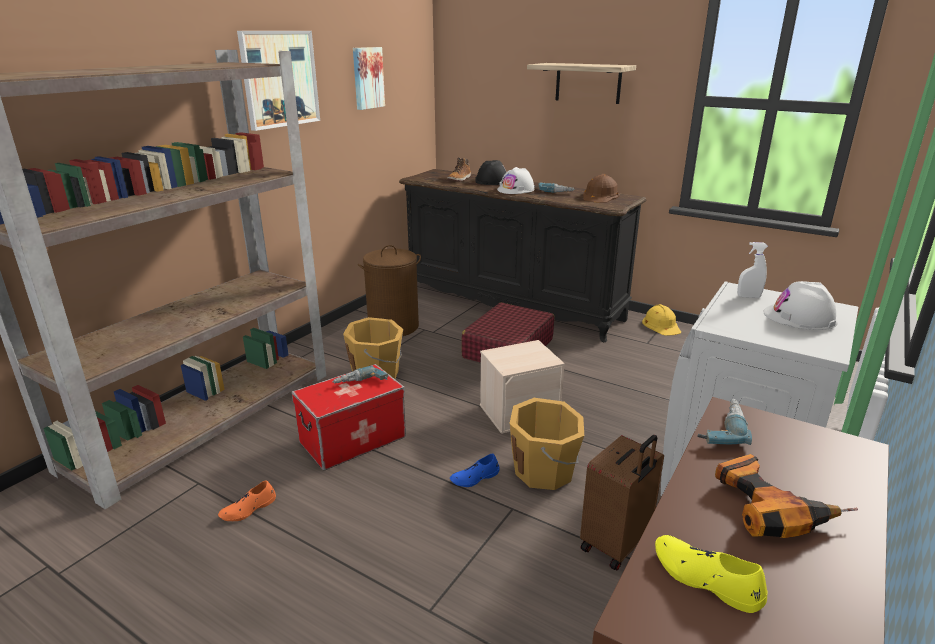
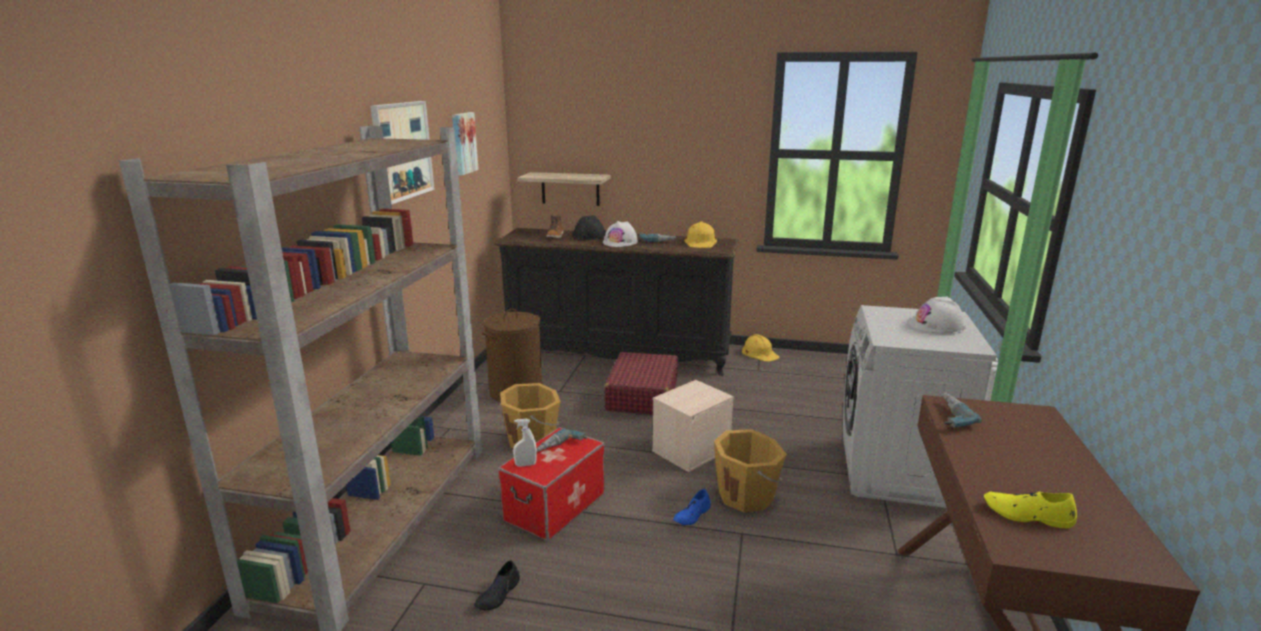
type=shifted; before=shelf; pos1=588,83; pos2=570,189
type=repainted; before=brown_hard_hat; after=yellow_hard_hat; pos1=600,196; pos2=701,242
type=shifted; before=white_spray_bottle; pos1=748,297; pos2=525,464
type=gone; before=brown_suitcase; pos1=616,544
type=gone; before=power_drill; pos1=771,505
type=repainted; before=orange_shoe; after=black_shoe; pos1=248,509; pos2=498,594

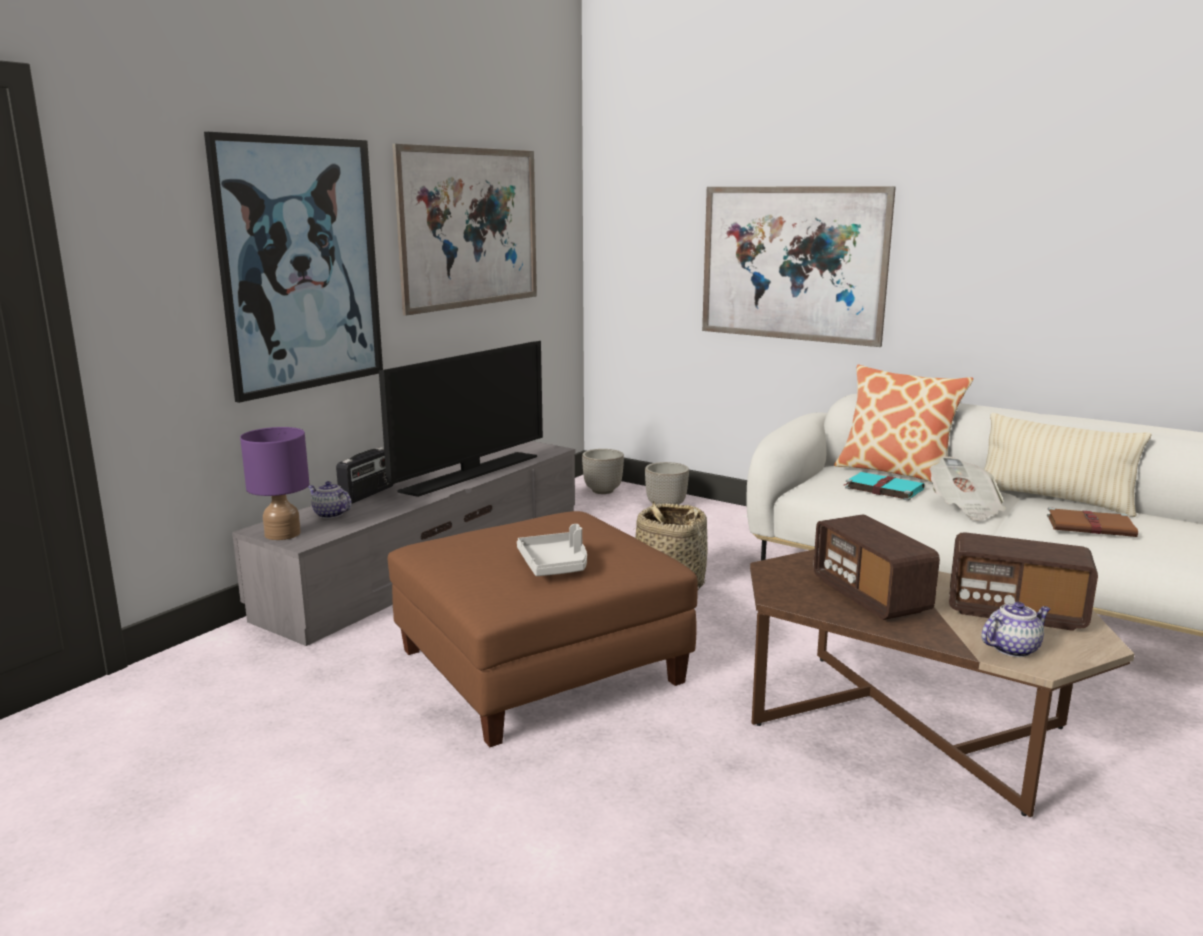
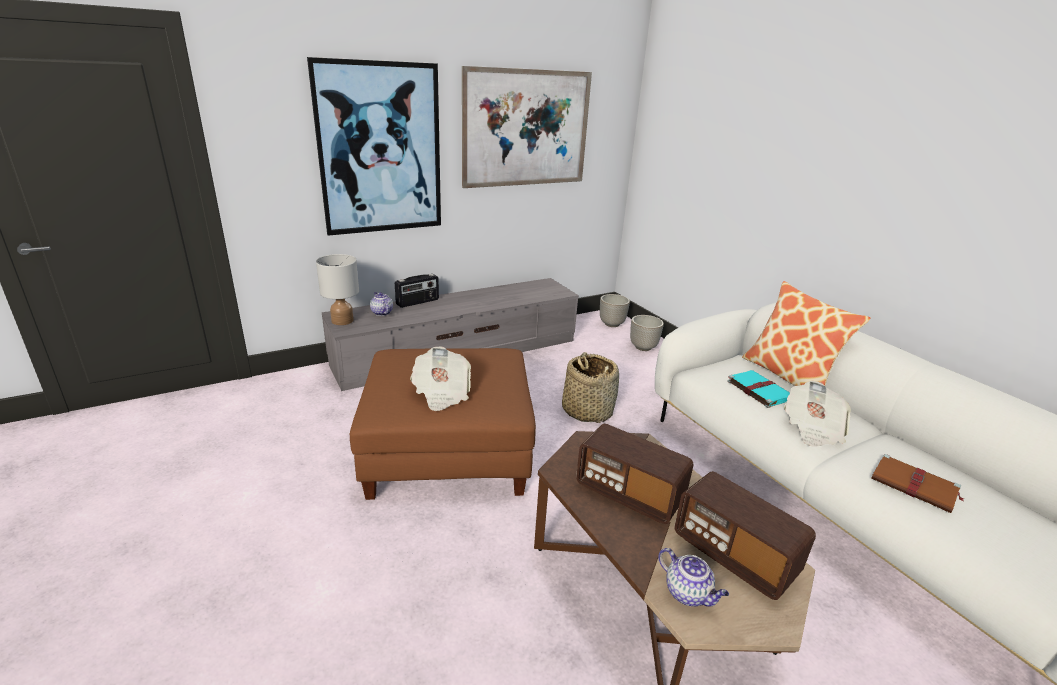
type=gone; before=picture; pos1=792,264
type=gone; before=television; pos1=470,474
type=gone; before=beige_pillow; pos1=1054,500
type=repainted; before=purple_table_lamp; after=grey_table_lamp; pos1=282,534; pos2=342,320
type=rotated; before=radio; pos1=870,596; pos2=629,493; turn=-60
type=swapped; before=grey_tray; after=newspaper; pos1=555,565; pos2=441,393
type=rotated; before=teapot; pos1=1012,648; pos2=688,593; turn=45

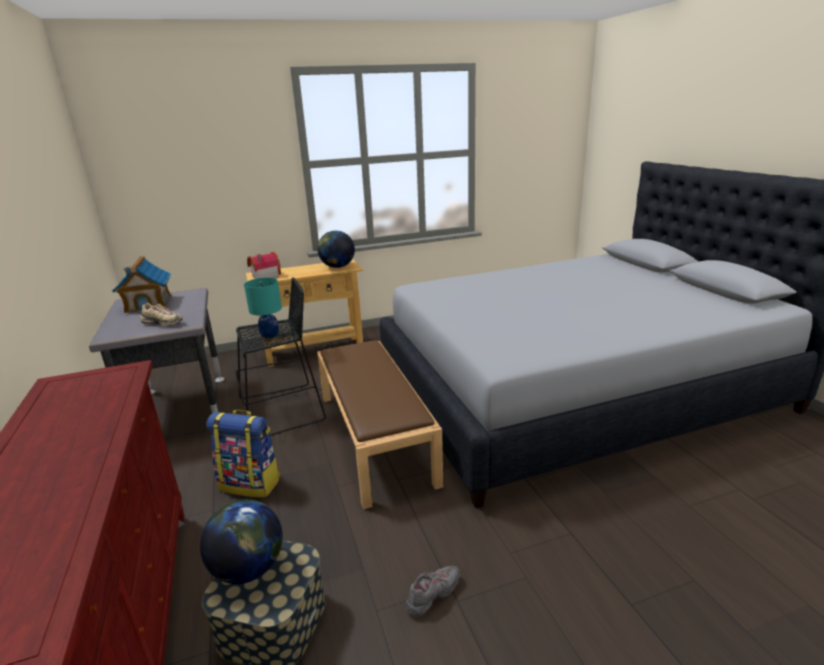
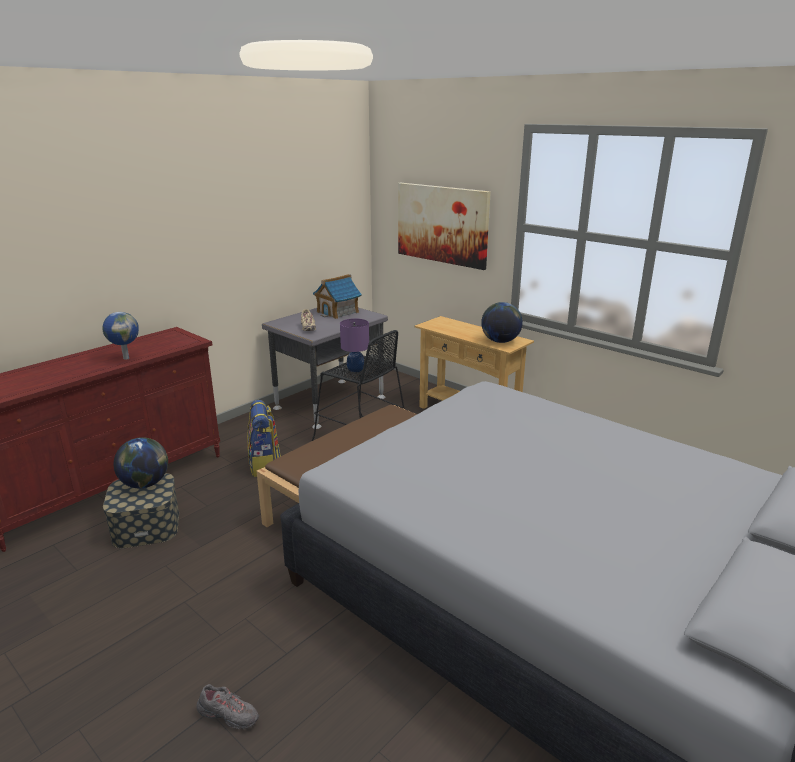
type=gone; before=toy_house; pos1=264,276
type=repainted; before=turquoise_table_lamp; after=purple_table_lamp; pos1=269,335; pos2=356,370
type=shifted; before=grey_shoe; pos1=433,595; pos2=228,715
type=new; after=picture; pos2=442,224
type=new; after=globe; pos2=126,358

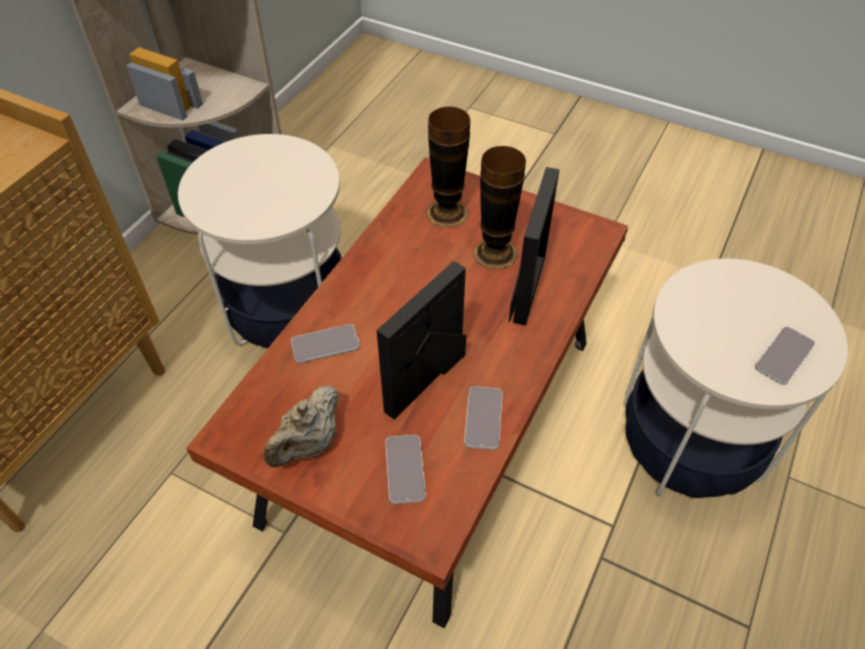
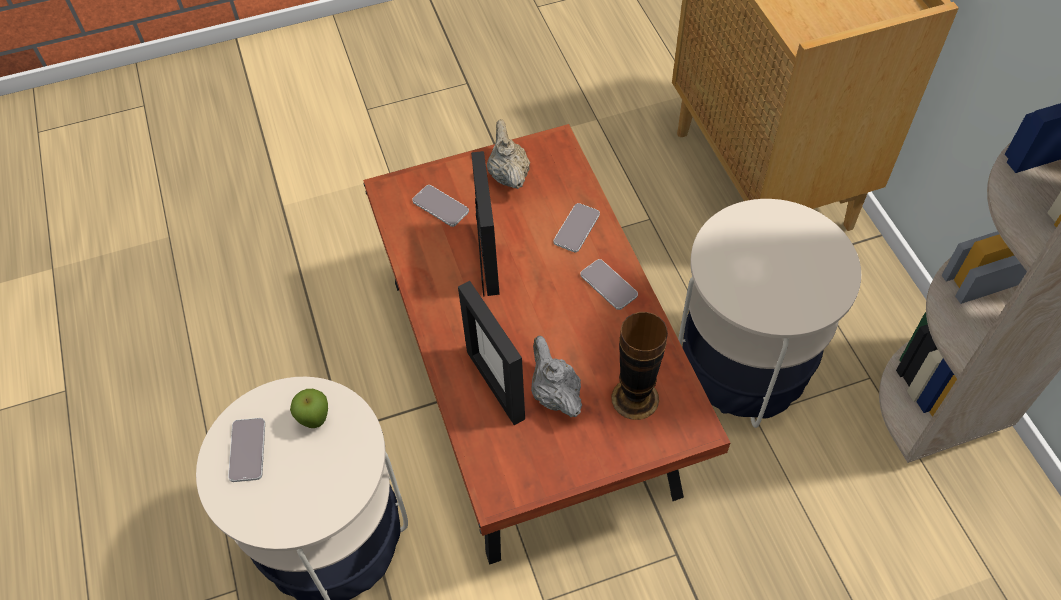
type=swapped; before=vase; after=grey_teapot; pos1=495,253; pos2=554,393
type=shifted; before=phone; pos1=483,418; pos2=608,285
type=new; after=apple; pos2=315,421

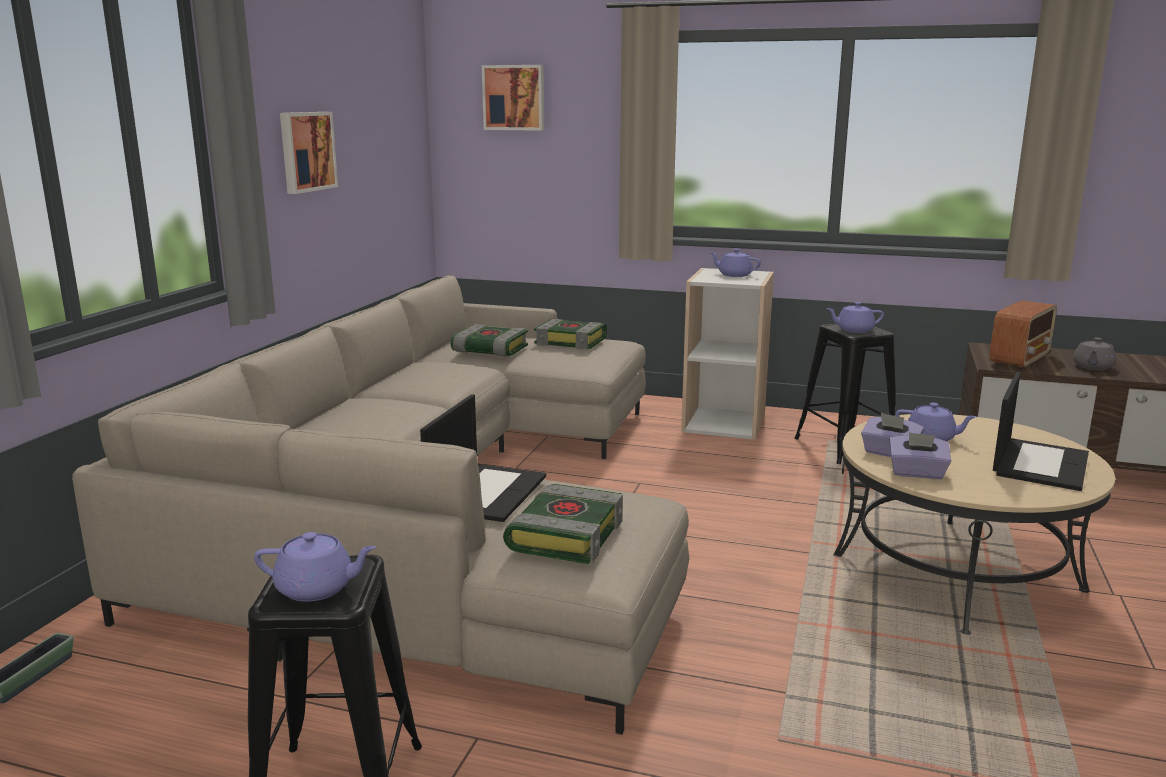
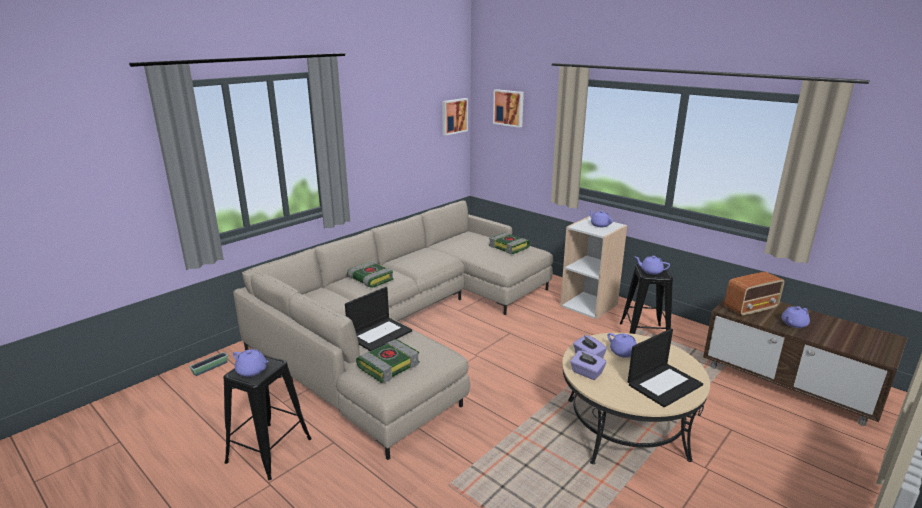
type=shifted; before=picture; pos1=306,151; pos2=453,116
type=shifted; before=book; pos1=489,350; pos2=369,279
type=repainted; before=grey_teapot; after=purple_teapot; pos1=1092,367; pos2=793,324

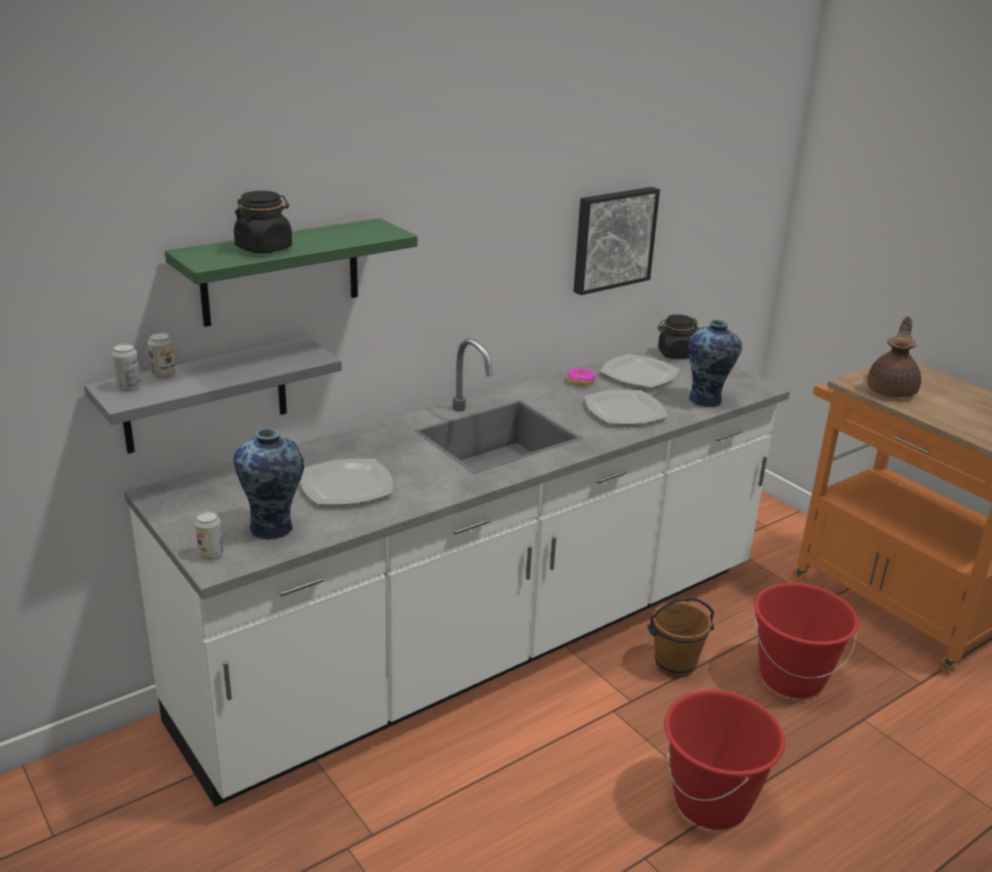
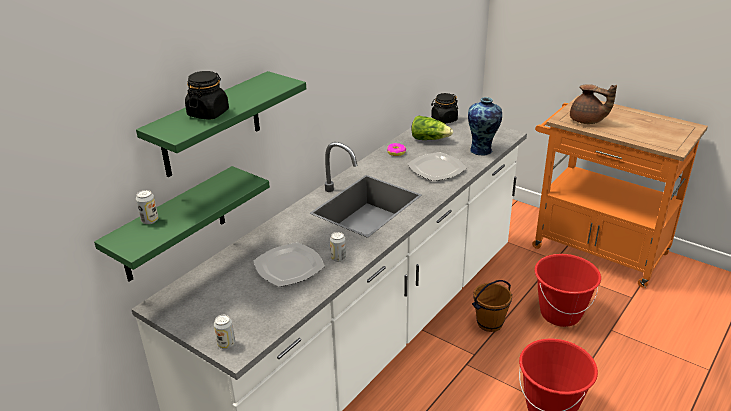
type=gone; before=picture; pos1=612,239
type=rotated; before=brown_teapot; pos1=892,391; pos2=587,121; turn=120
type=repainted; before=grey_shelf; after=green_shelf; pos1=206,396; pos2=173,225
type=shifted; before=can; pos1=129,387; pos2=338,258
type=swapped; before=plate; after=lettuce; pos1=638,374; pos2=429,139
type=gone; before=vase; pos1=273,529

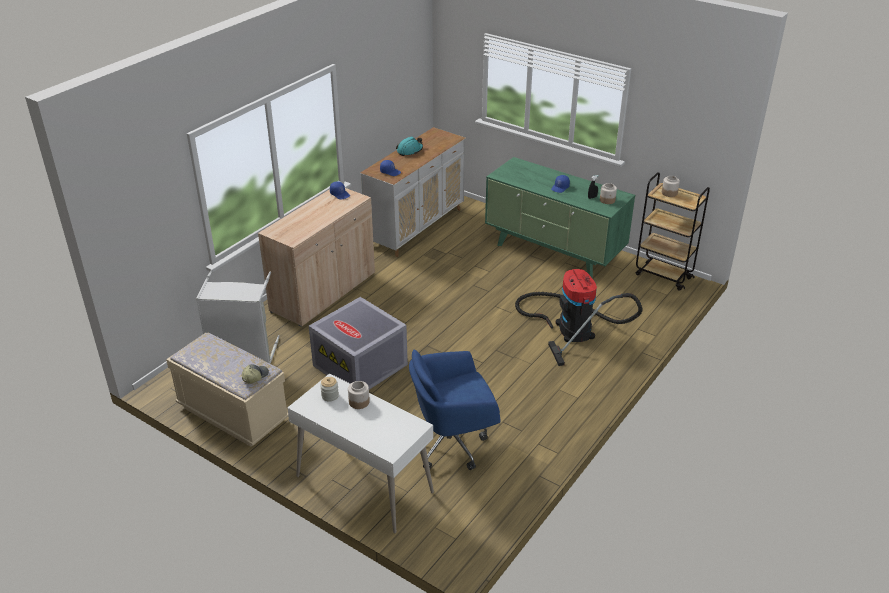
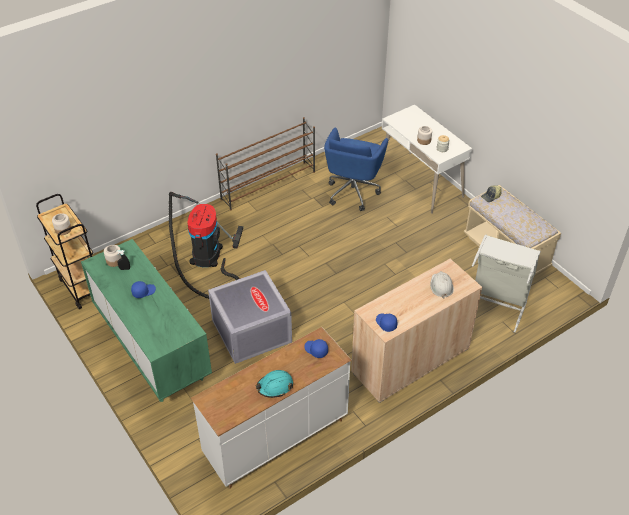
type=shifted; before=grey_storage_box; pos1=361,365; pos2=250,330
type=rotated; before=blue_office_chair; pos1=453,445; pos2=353,191; turn=105
type=new; after=brown_shoe_rack; pos2=269,185
type=new; after=white_hard_hat; pos2=441,286

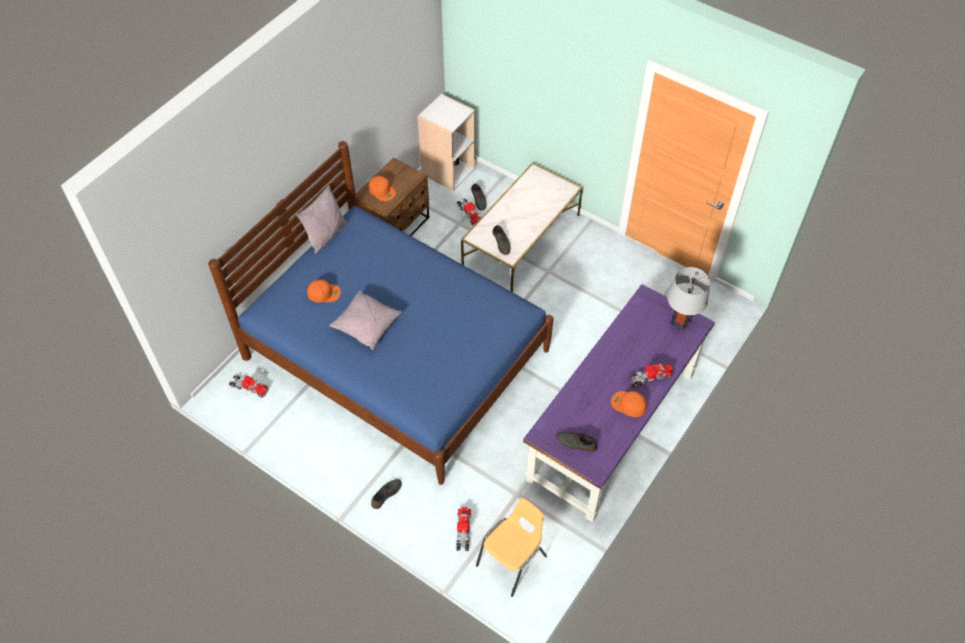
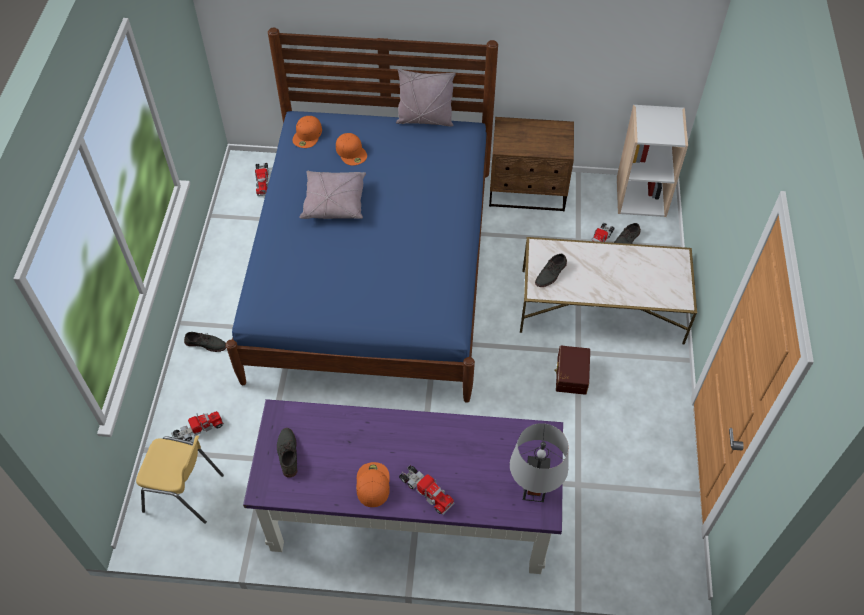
type=shifted; before=orange_cap; pos1=382,190; pos2=307,135
type=new; after=brown_storage_box; pos2=570,374

